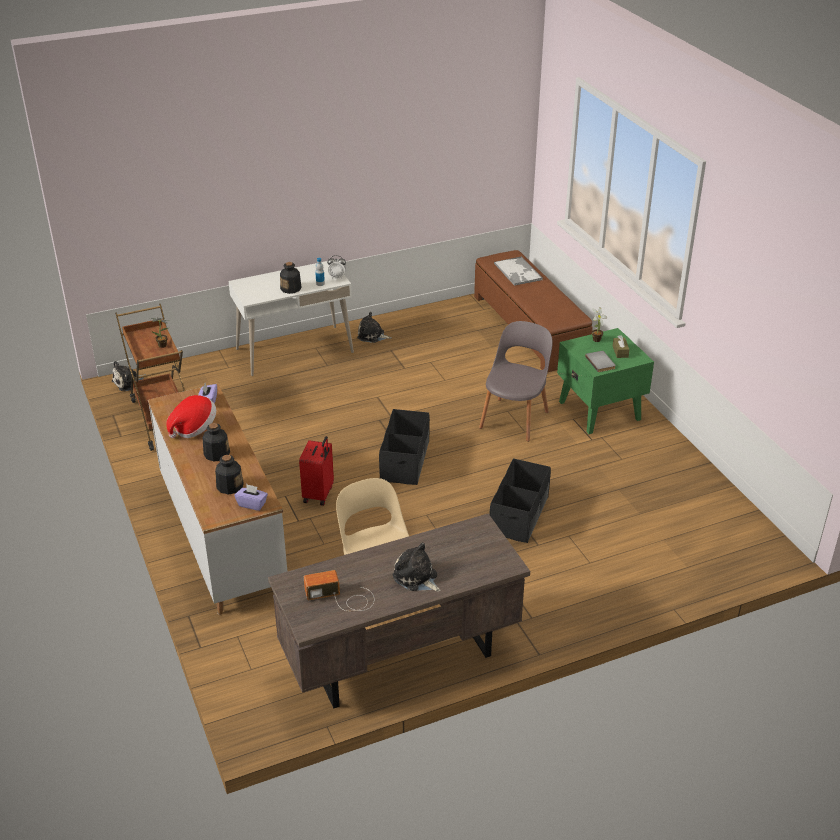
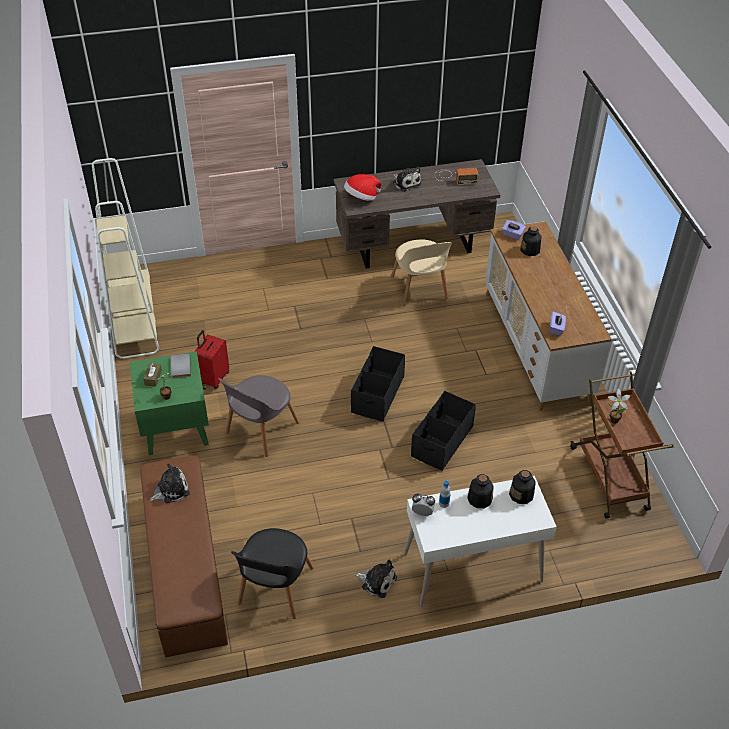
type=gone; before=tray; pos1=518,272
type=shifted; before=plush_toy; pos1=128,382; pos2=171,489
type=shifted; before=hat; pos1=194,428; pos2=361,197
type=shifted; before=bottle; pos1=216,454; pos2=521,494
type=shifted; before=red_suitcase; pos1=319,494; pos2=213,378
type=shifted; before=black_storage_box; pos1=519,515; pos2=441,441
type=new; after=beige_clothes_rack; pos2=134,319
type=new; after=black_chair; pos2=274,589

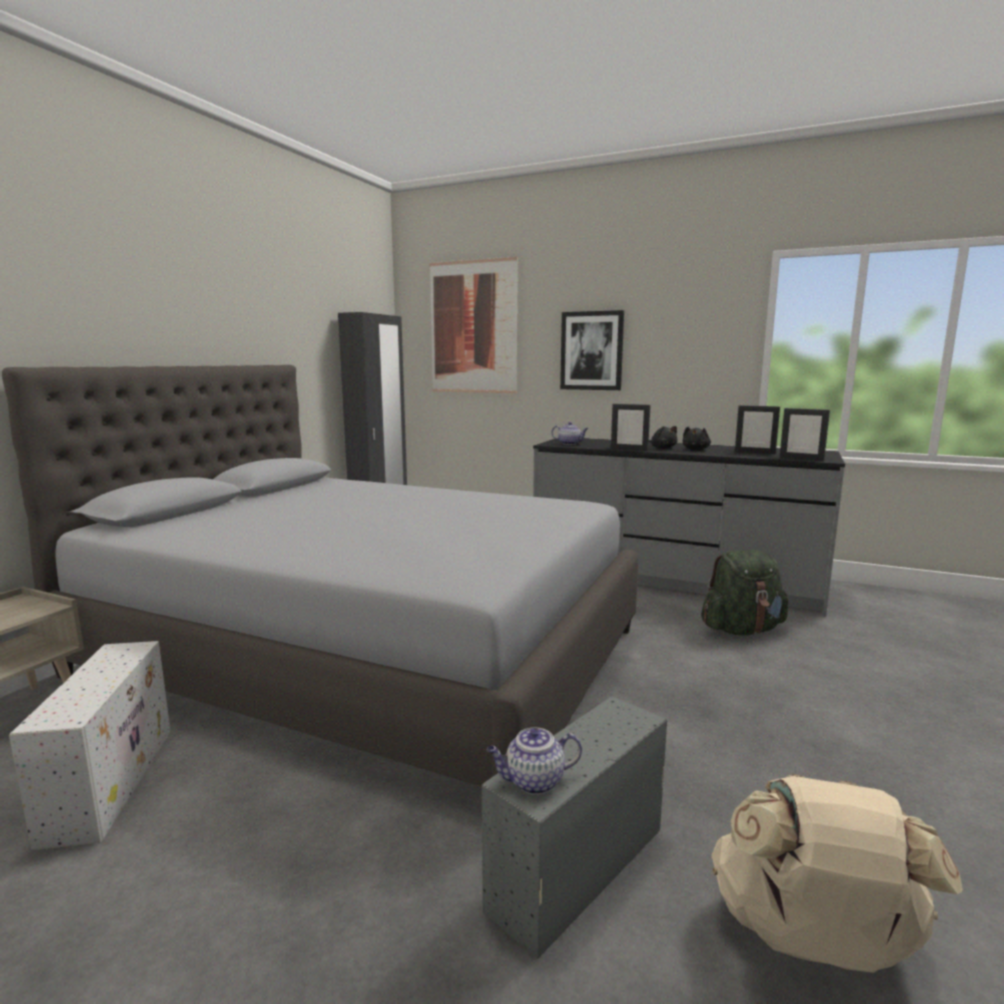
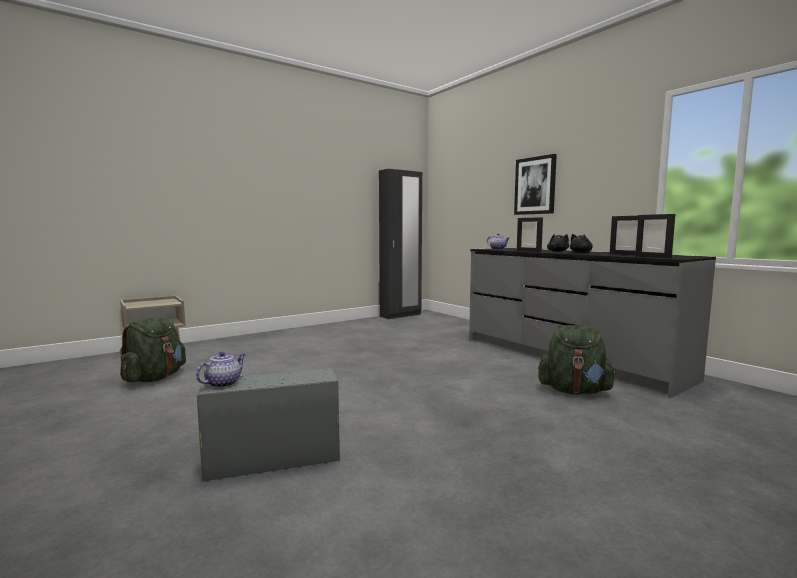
type=gone; before=picture; pos1=473,327
type=gone; before=grey_bed; pos1=365,651
type=swapped; before=white_storage_box; after=green_backpack; pos1=111,780; pos2=155,378
type=rotated; before=teapot; pos1=533,782; pos2=223,383; turn=105
type=gone; before=beige_backpack; pos1=812,942

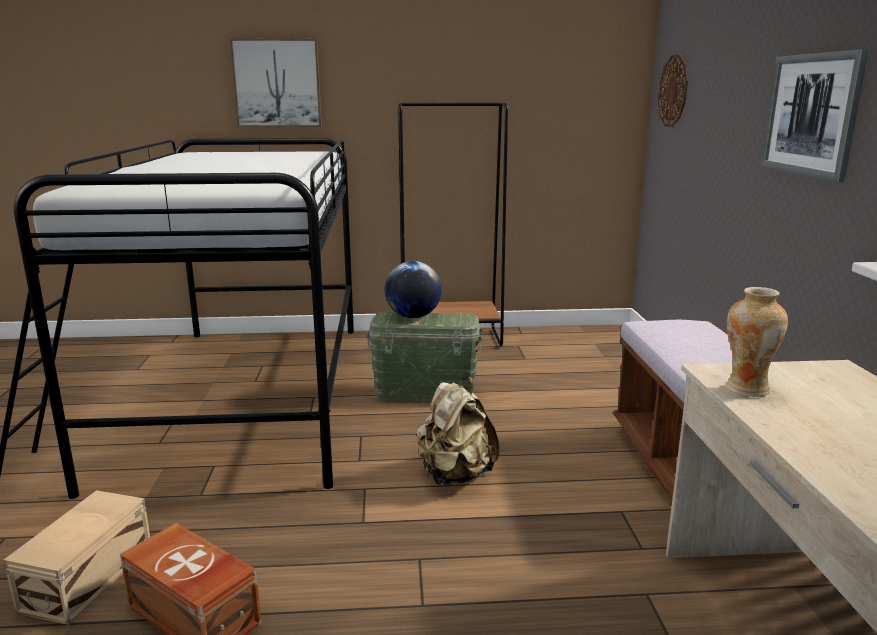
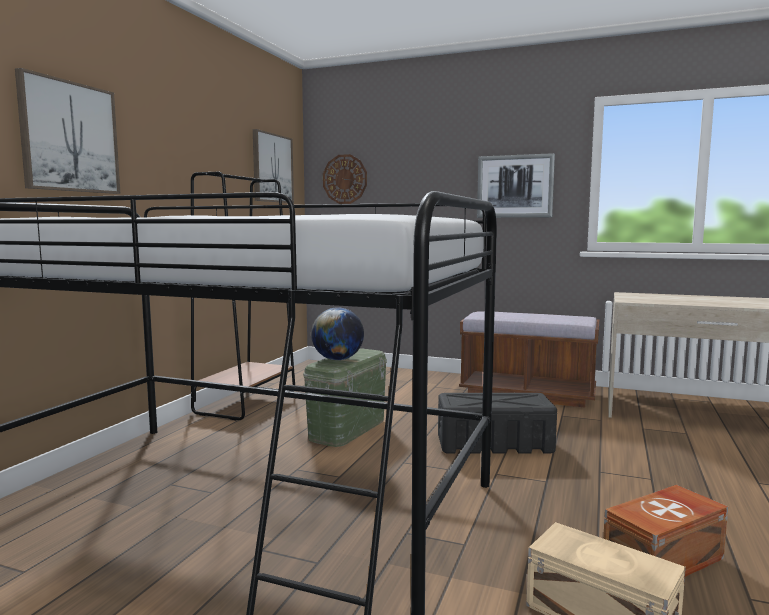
type=gone; before=vase; pos1=747,389
type=swapped; before=beige_backpack; after=black_storage_box; pos1=454,475; pos2=495,444
type=new; after=picture; pos2=272,168

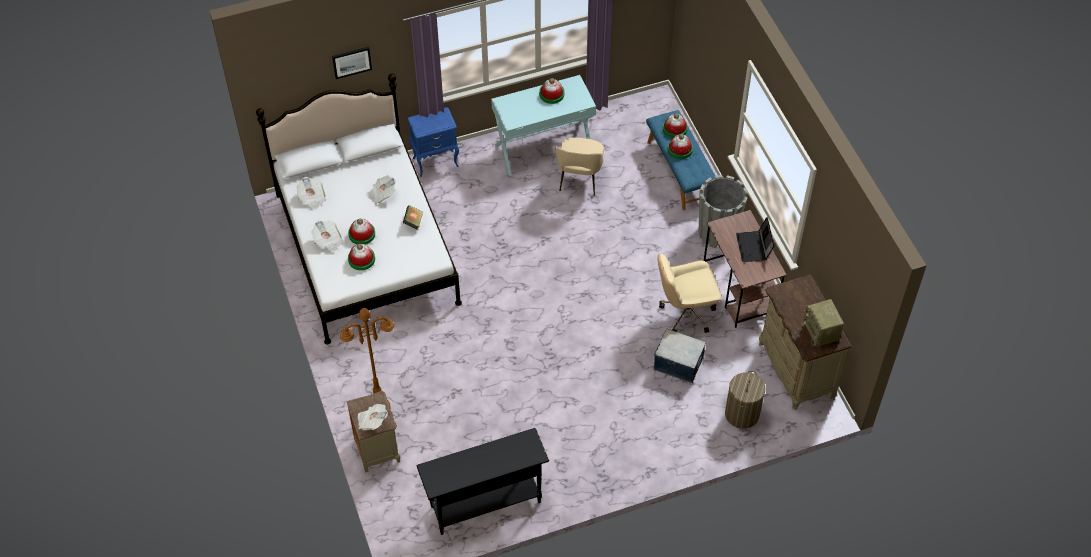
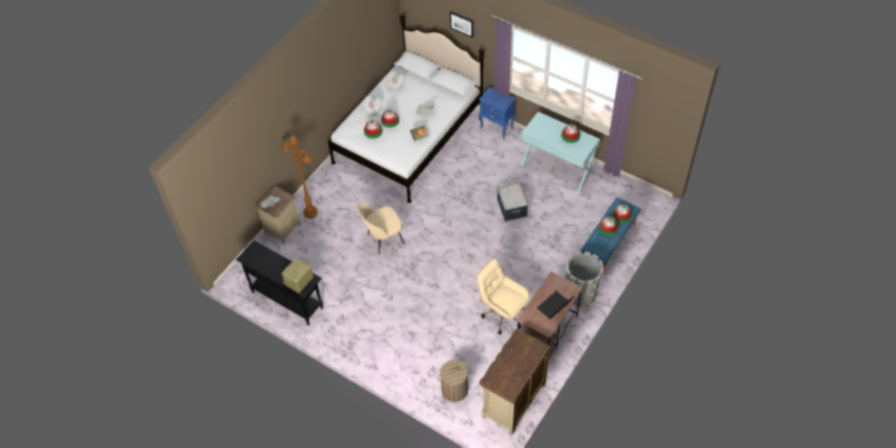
type=shifted; before=beige_chair; pos1=579,183; pos2=382,240
type=shifted; before=radio; pos1=821,332; pos2=299,281
type=shifted; before=storage_box; pos1=678,364; pos2=511,208

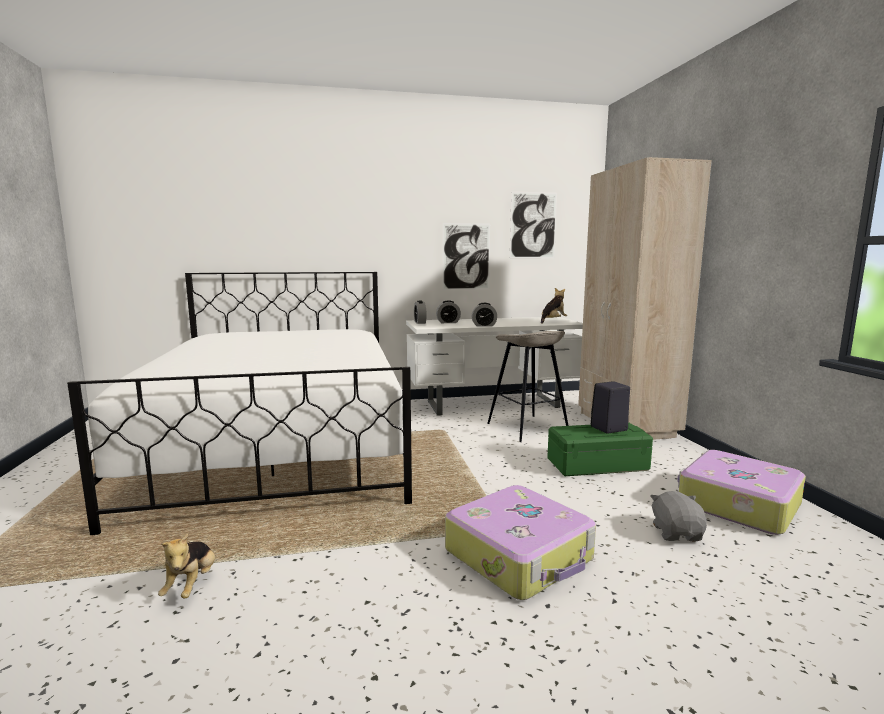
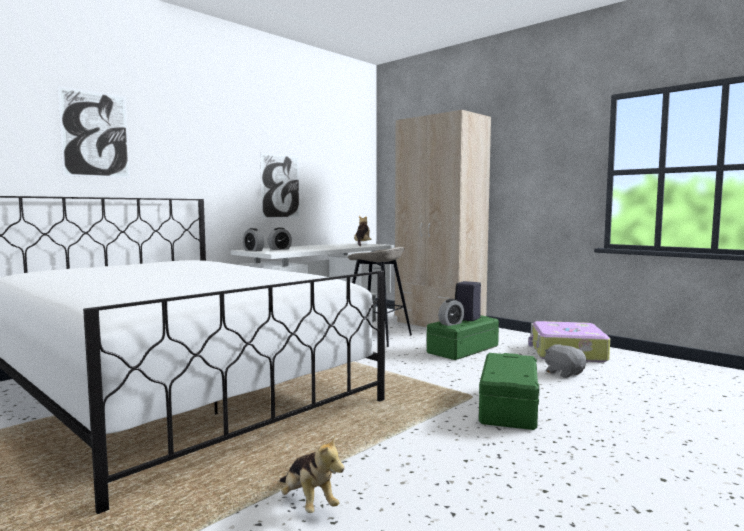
type=shifted; before=picture; pos1=533,225; pos2=95,134
type=shifted; before=alarm_clock; pos1=484,325; pos2=451,323
type=swapped; before=suitcase; after=green_storage_box; pos1=520,555; pos2=507,407

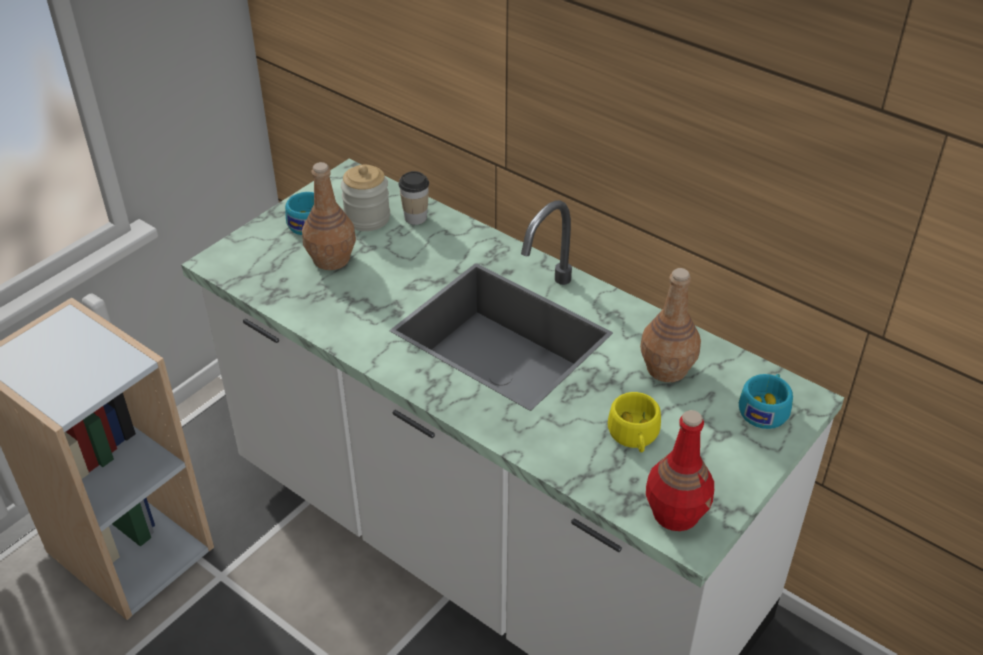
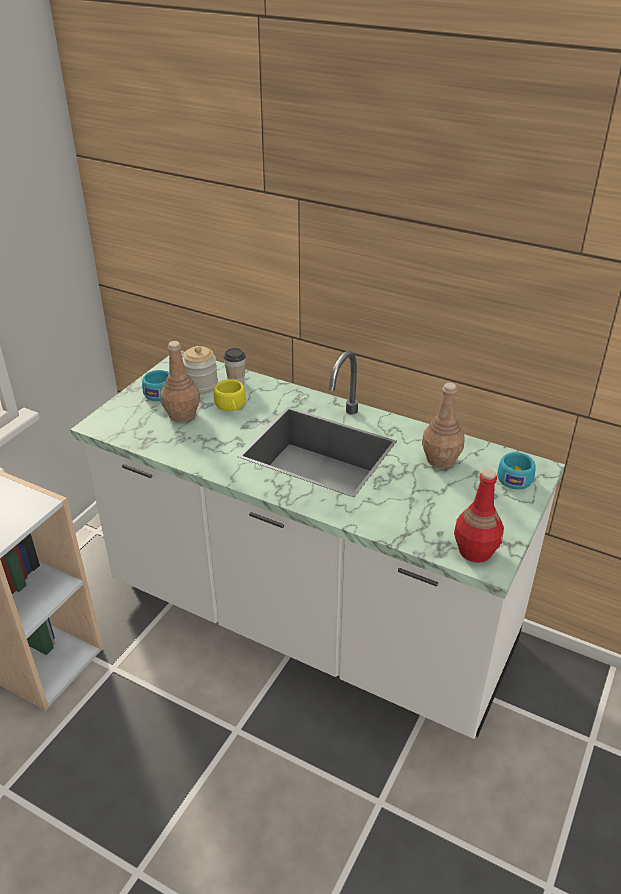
type=shifted; before=yellow_cup; pos1=634,436; pos2=231,406

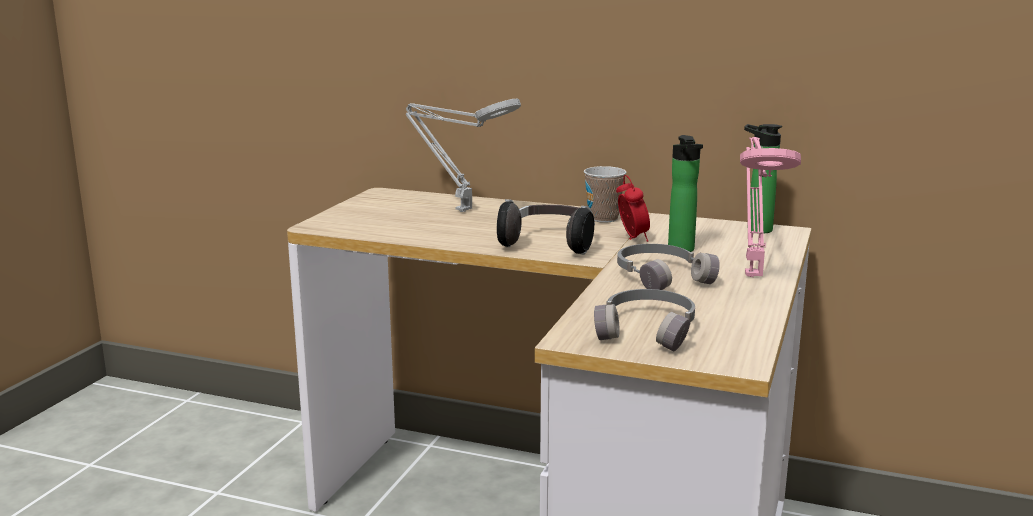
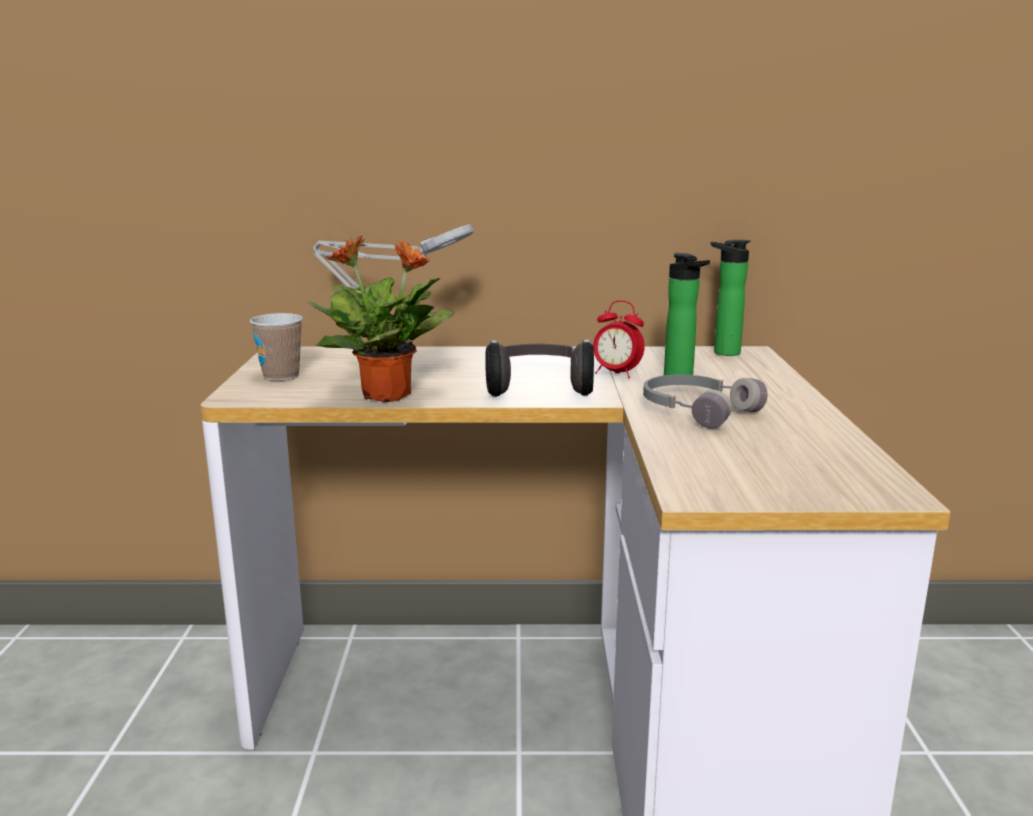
type=gone; before=pink_table_lamp; pos1=753,274
type=shifted; before=cup; pos1=603,218; pos2=281,376
type=rotated; before=alarm_clock; pos1=632,238; pos2=616,374; turn=150
type=gone; before=grey_headphones; pos1=648,330
type=new; after=potted_plant; pos2=388,396

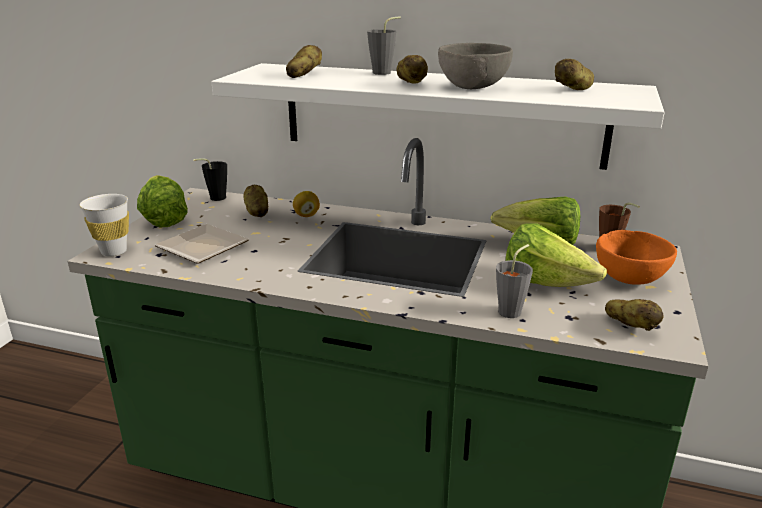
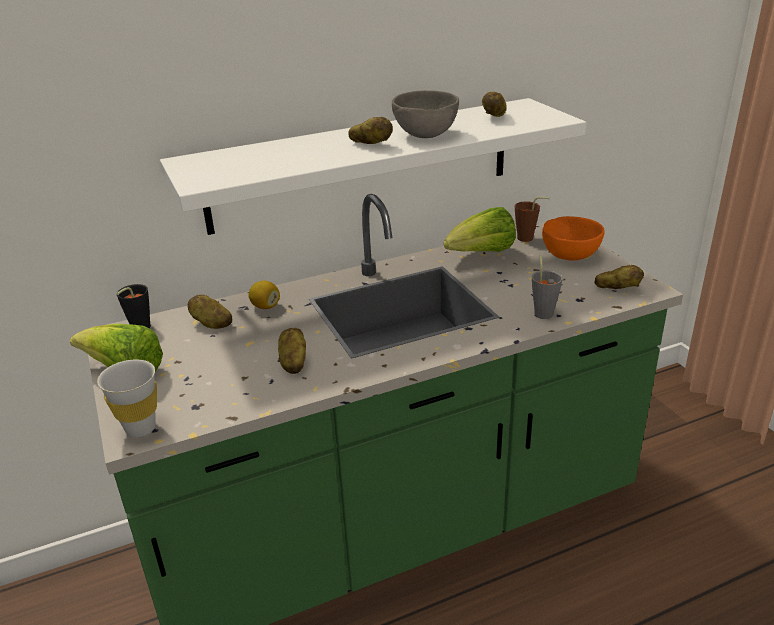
type=gone; before=grey_cup; pos1=385,72
type=shifted; before=potato; pos1=303,75; pos2=293,362
type=gone; before=lettuce; pos1=544,284
type=gone; before=plate; pos1=202,249

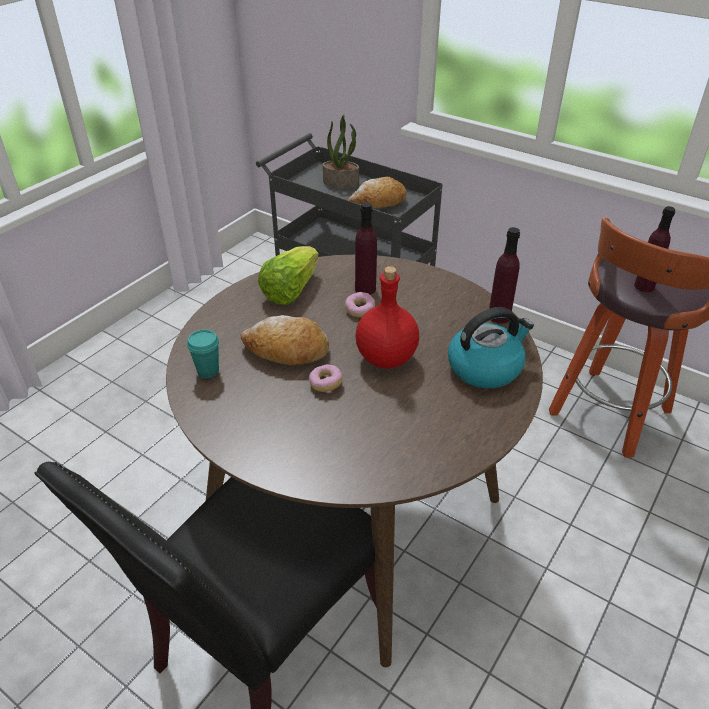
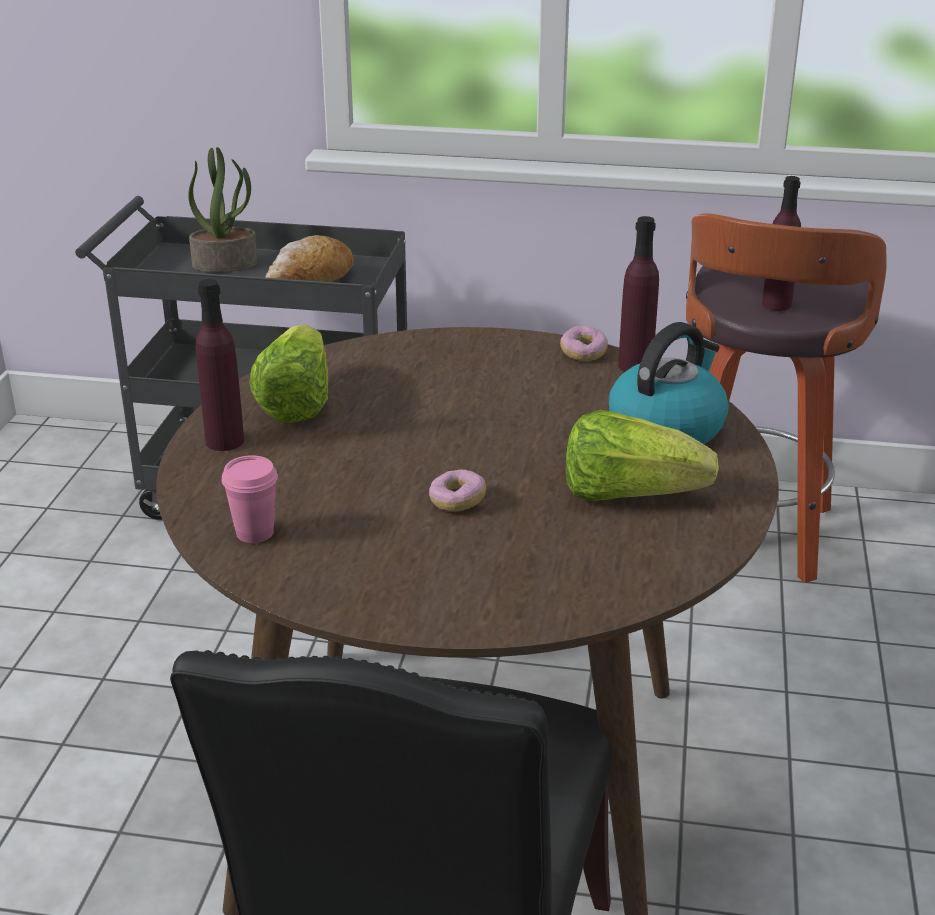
type=shifted; before=purple_bottle; pos1=365,289; pos2=225,441
type=gone; before=red_bottle; pos1=386,359
type=shifted; before=donut; pos1=359,310; pos2=583,353
type=gone; before=bread; pos1=286,351
type=repainted; before=turquoise_cup; after=pink_cup; pos1=208,371; pos2=254,533
type=new; after=lettuce; pos2=628,494

